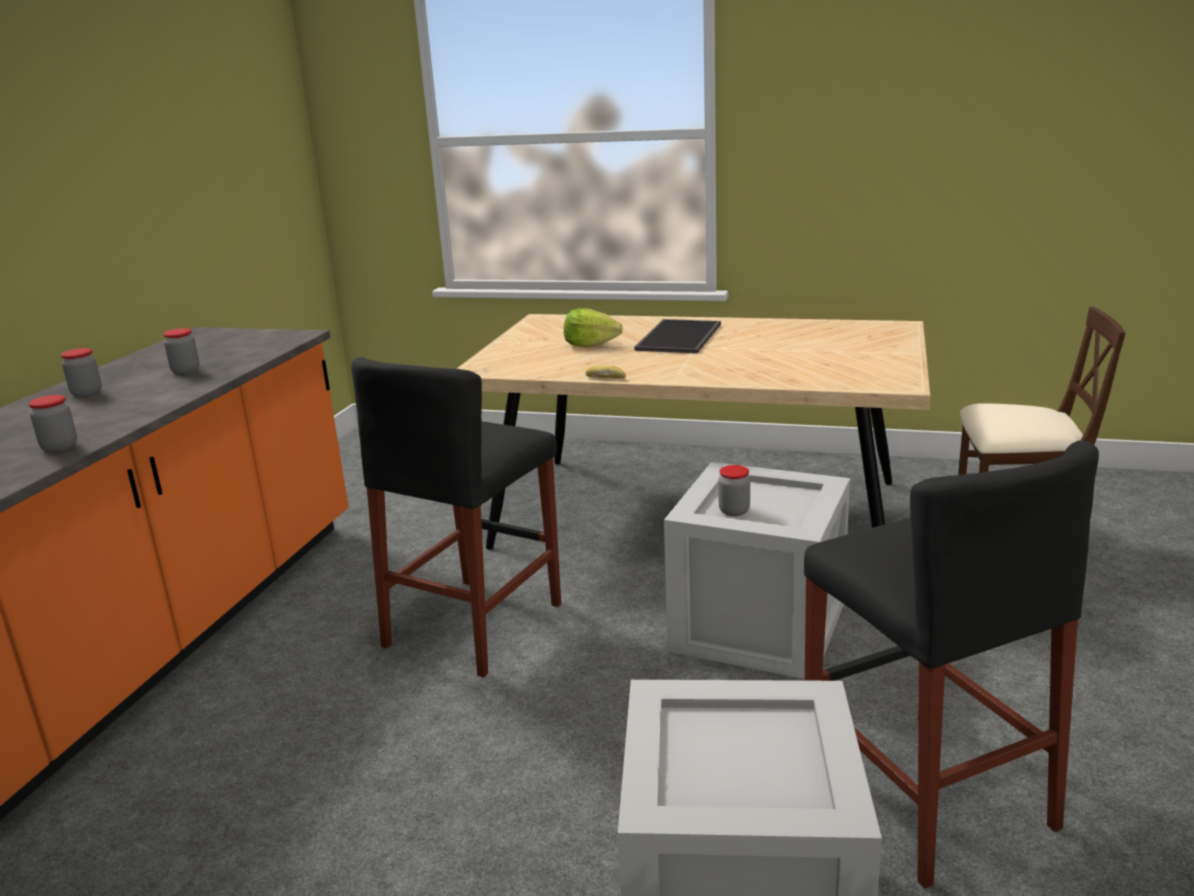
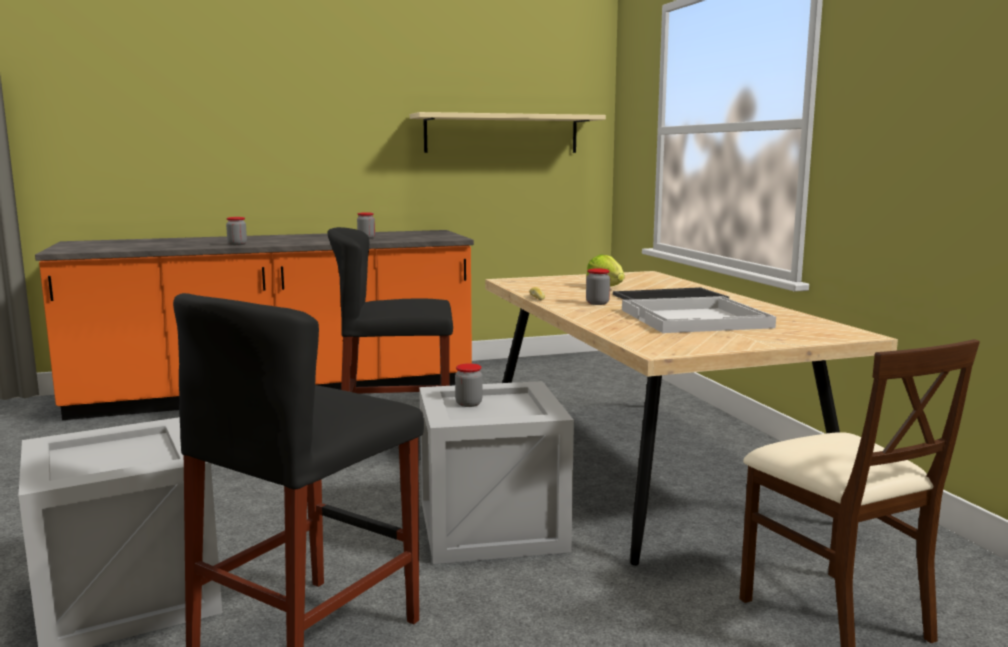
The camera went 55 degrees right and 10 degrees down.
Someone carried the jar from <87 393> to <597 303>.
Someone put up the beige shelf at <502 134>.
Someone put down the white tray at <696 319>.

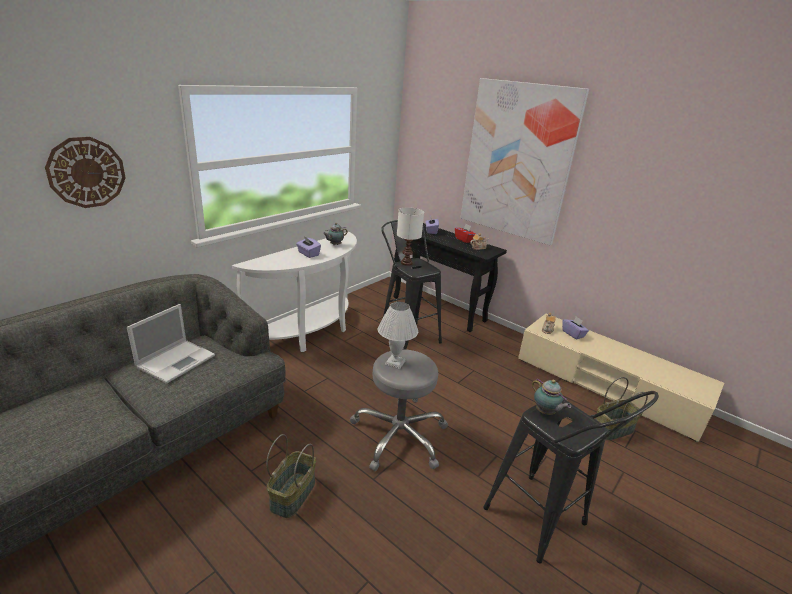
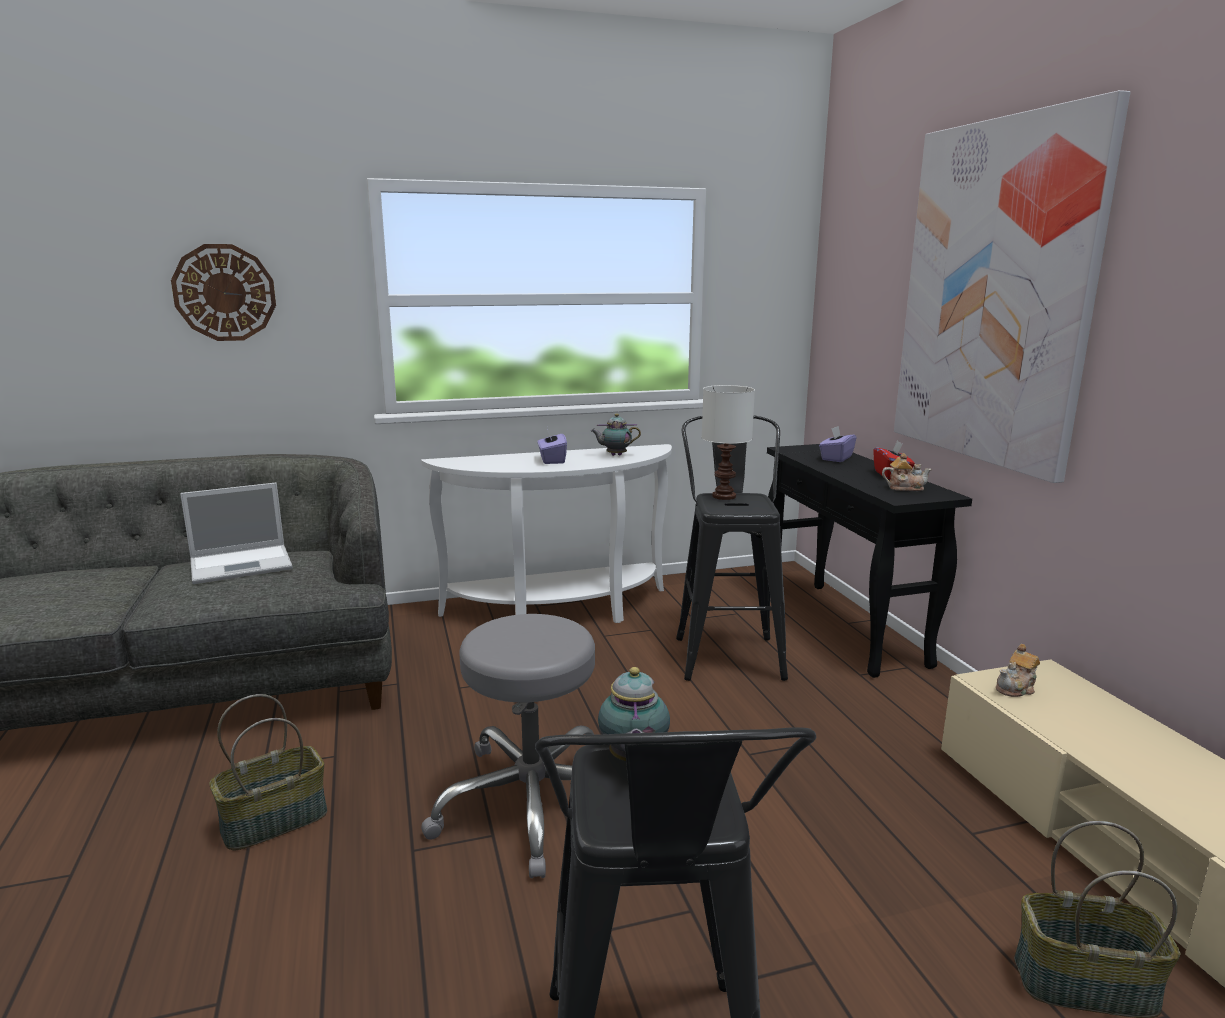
The camera went 35 degrees right and 10 degrees down.
Someone took away the white table lamp at <394 363>.
Someone took away the purple tissue box at <573 334>.

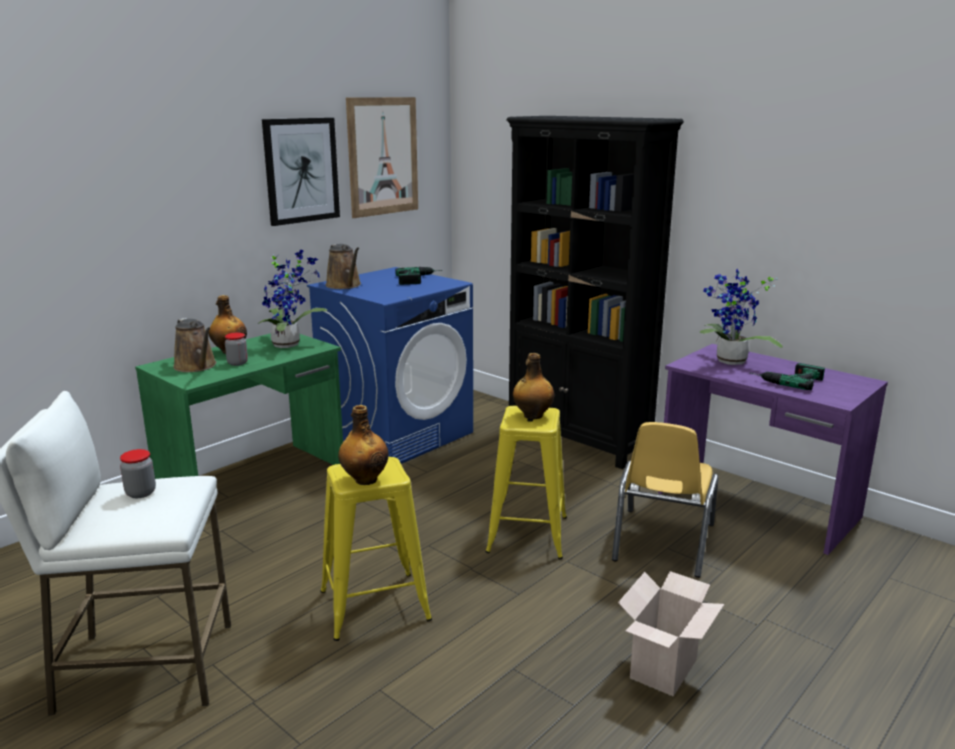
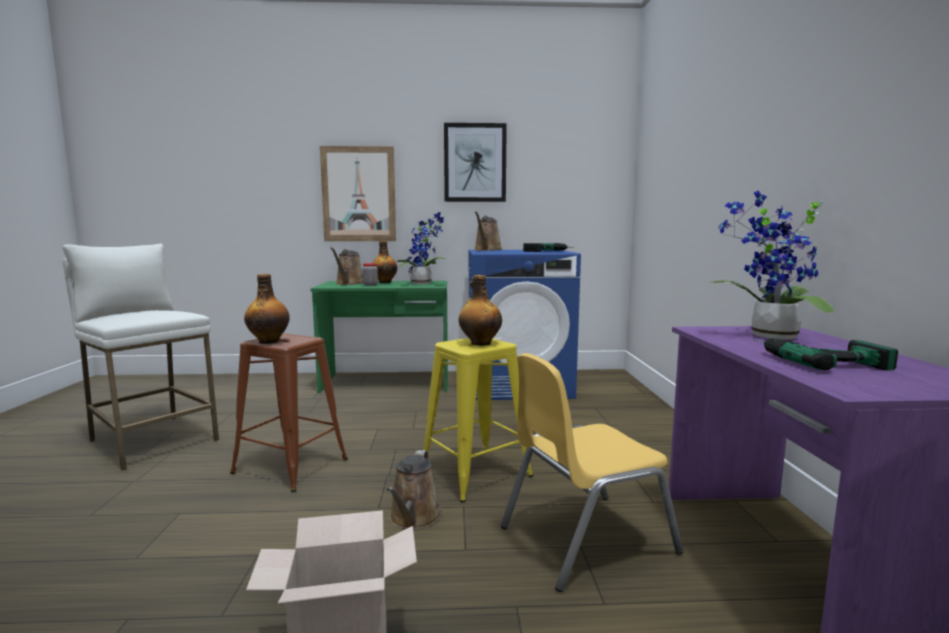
The camera went 45 degrees right and 10 degrees down.
Someone carried the picture from <383 156> to <358 194>.
Someone took away the black bookcase at <578 439>.
Someone took away the jar at <141 493>.
Someone repainted the yellow stool at <374 605>, which became the brown stool at <290 466>.
Someone put down the brown watering can at <413 518>.

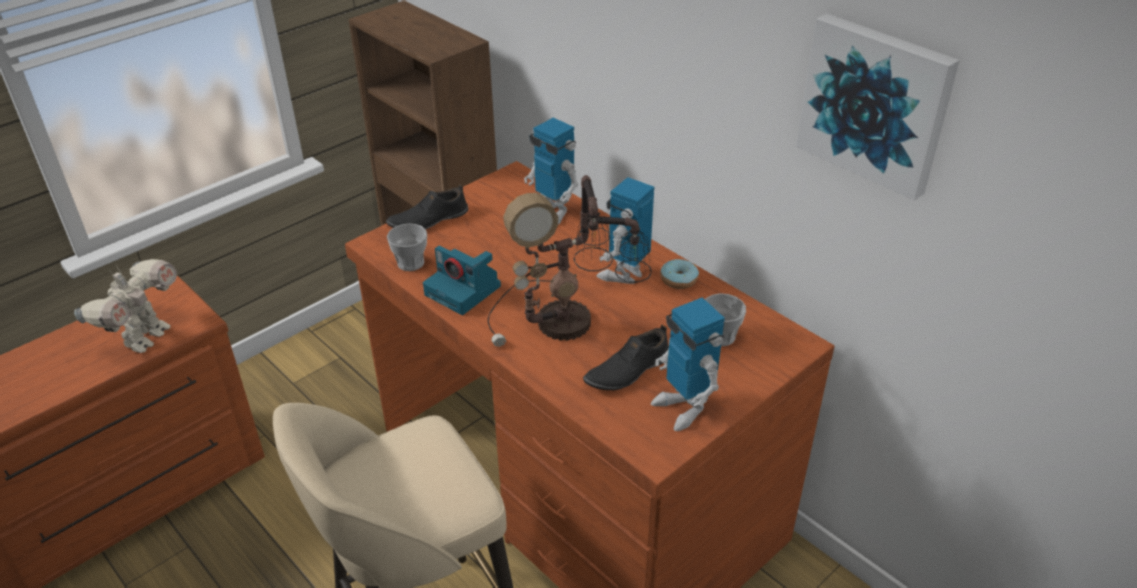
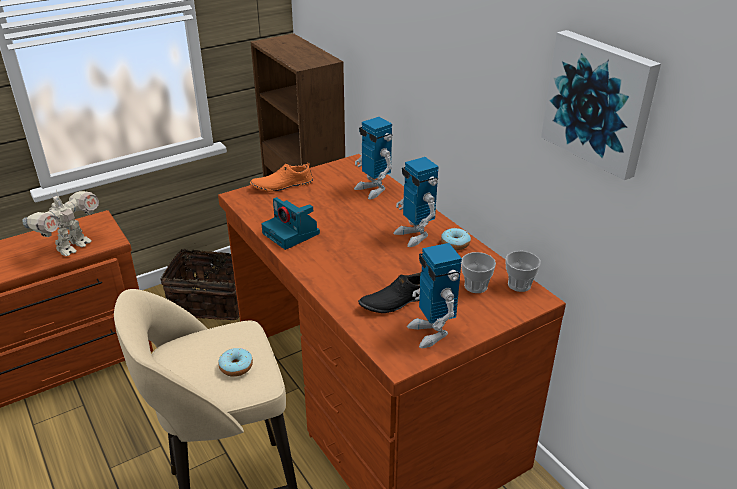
The camera went 10 degrees right and 5 degrees down.
Someone took away the table lamp at <568 324>.
Someone rotated the toy robot at <624 274> by 75 degrees counterclockwise.
Someone repainted the black shoe at <428 220>, which became the orange shoe at <282 185>.
Someone carried the cup from <410 263> to <519 285>.
Someone put down the basket at <211 301>.
Someone put down the donut at <236 367>.

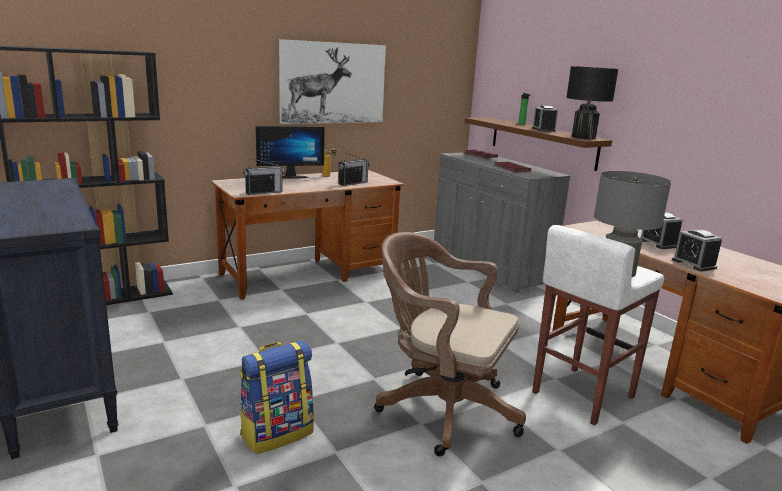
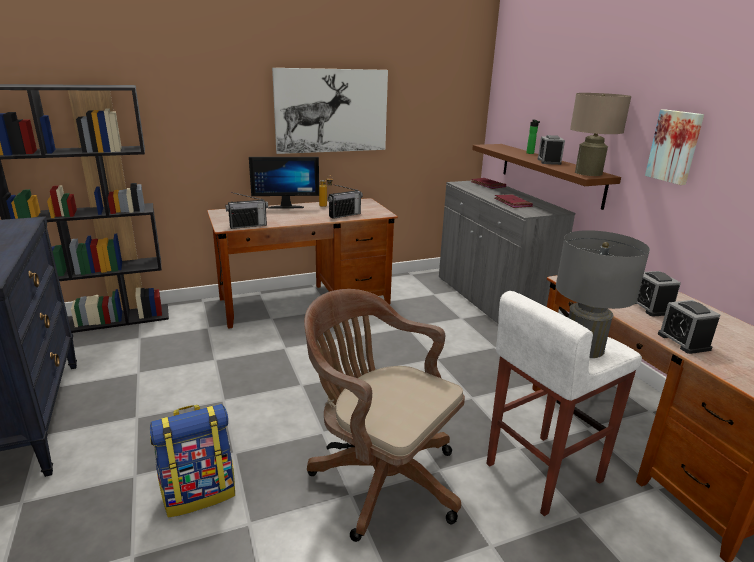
The camera went 10 degrees right and 5 degrees up.
Someone repainted the black table lamp at <583 137>, which became the beige table lamp at <588 173>.
Someone put up the picture at <675 146>.

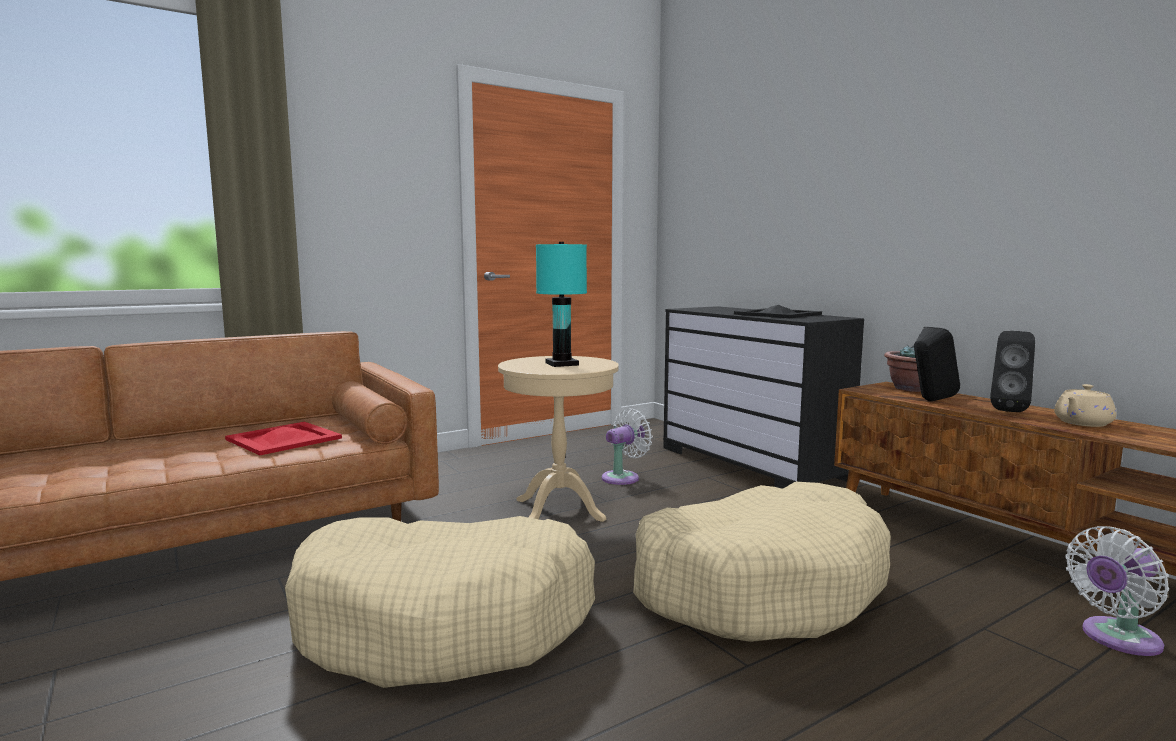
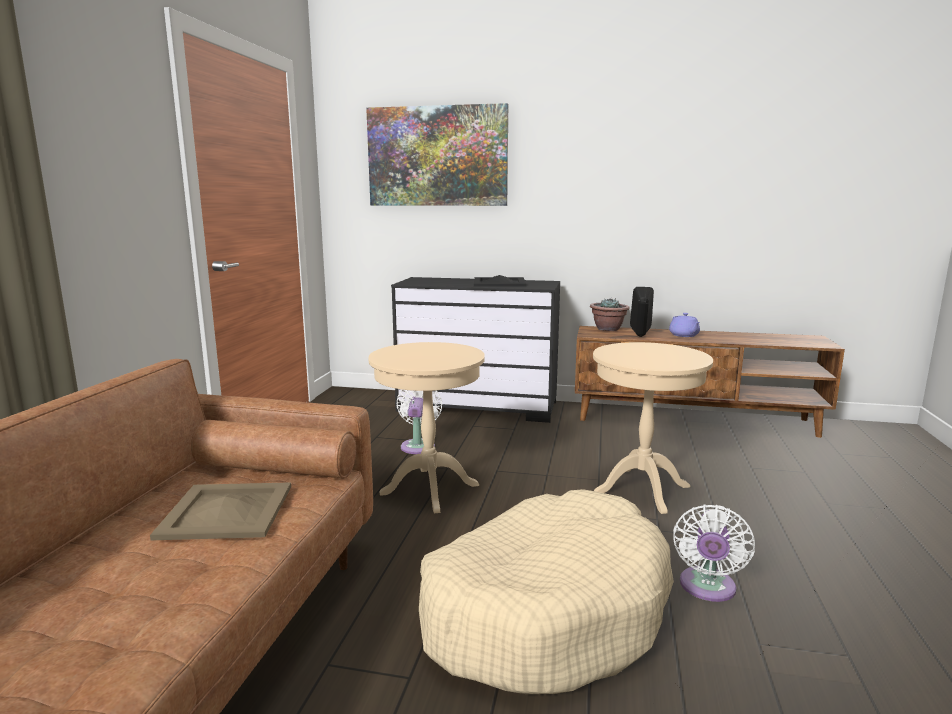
The camera went 45 degrees left and 5 degrees up.
Someone took away the turquoise table lamp at <562 364>.
Someone swapped the black speaker at <1008 410> for the purple teapot at <684 335>.
Someone took away the beige teapot at <1082 423>.
Someone repainted the red tray at <283 439>, which became the beige tray at <227 511>.
Someone swapped the beige dog bed at <758 586> for the beige side table at <642 489>.
Someone carried the white fan from <1116 639> to <707 588>.
Someone put up the picture at <437 156>.

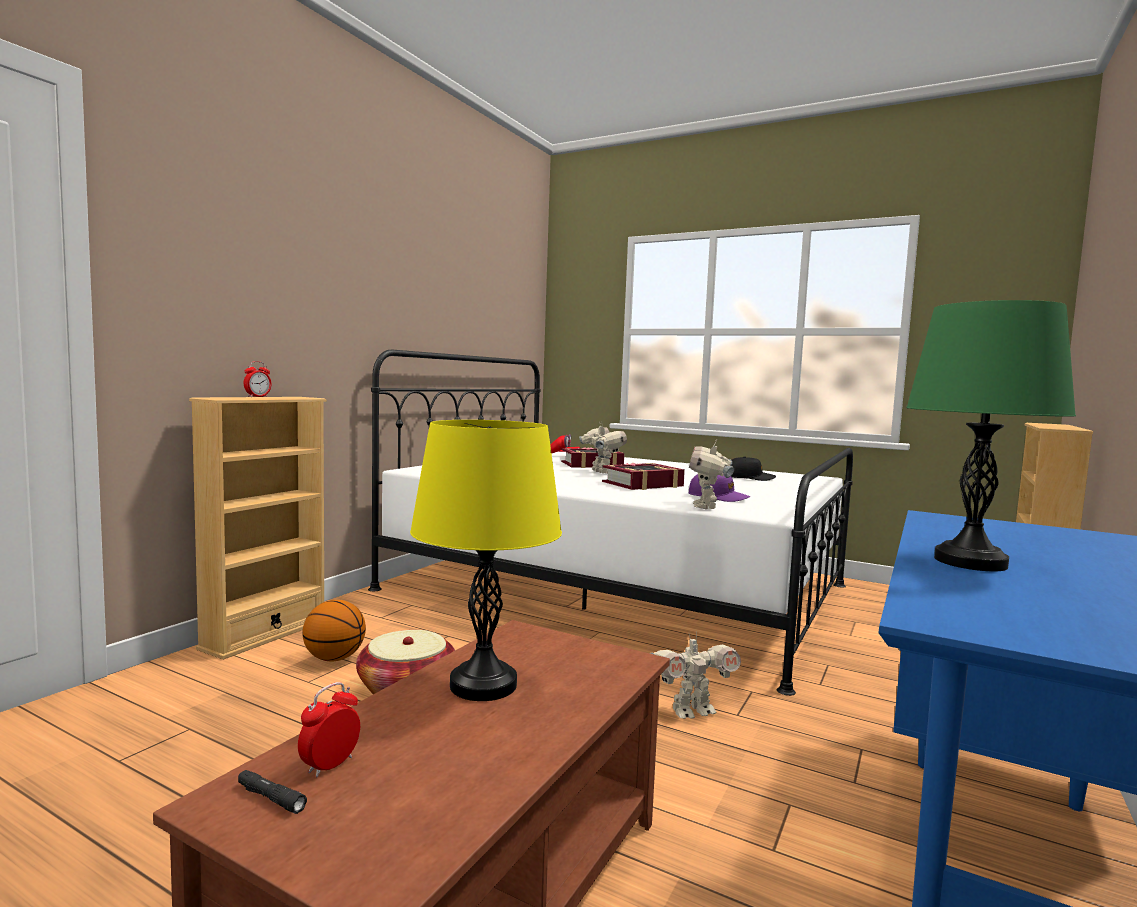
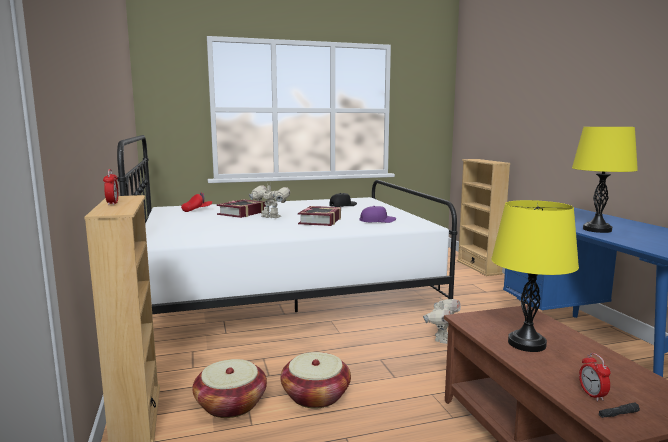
The camera went 45 degrees left and 5 degrees up.
Someone repainted the green table lamp at <970 562>, which became the yellow table lamp at <597 230>.
Someone took away the toy robot at <707 507>.
Someone swapped the basketball at <334 658> for the basket at <231 404>.

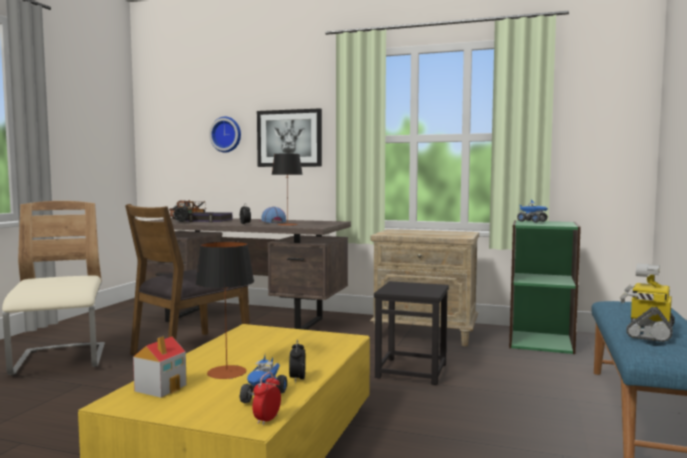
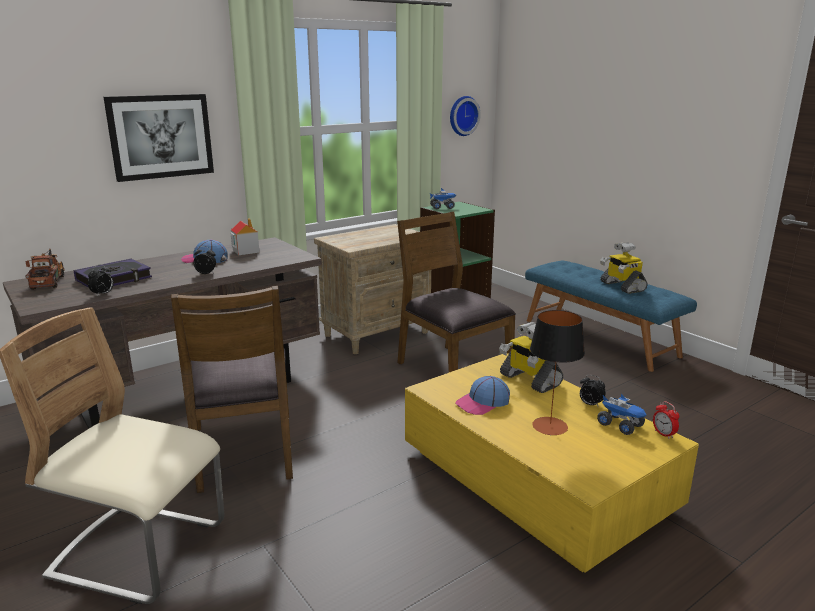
The camera went 55 degrees left and 15 degrees up.
Someone carried the wall clock from <226 134> to <462 115>.
Someone took away the table lamp at <287 224>.
Someone swapped the black stool at <411 370> for the brown chair at <451 370>.
Someone carried the toy house from <161 388> to <245 251>.
Someone put down the toy robot at <529 380>.
Someone put down the cap at <483 403>.

